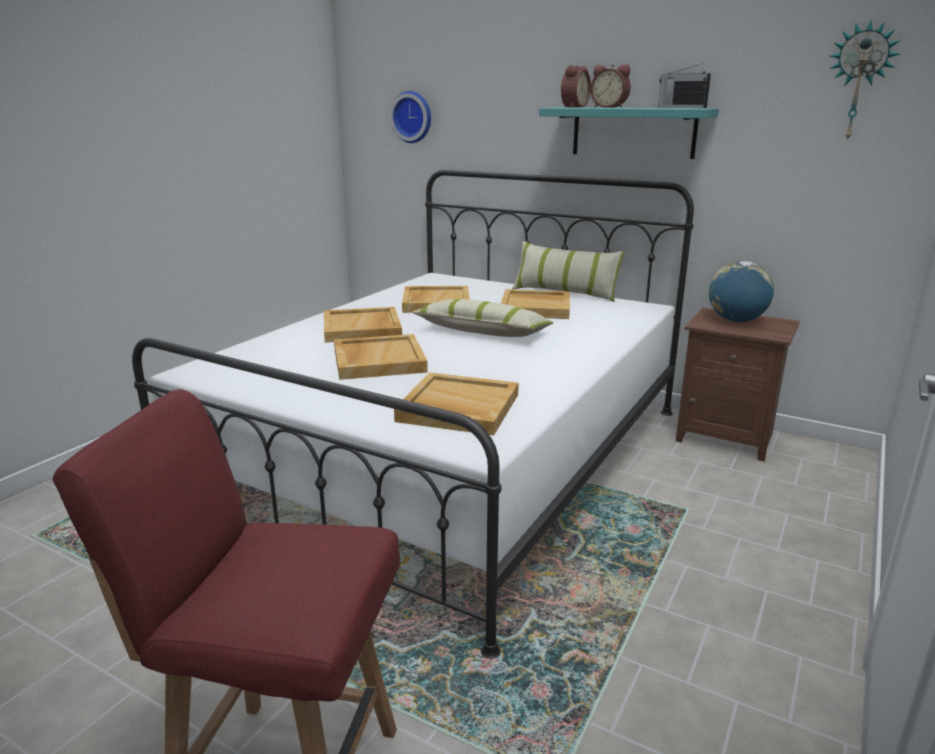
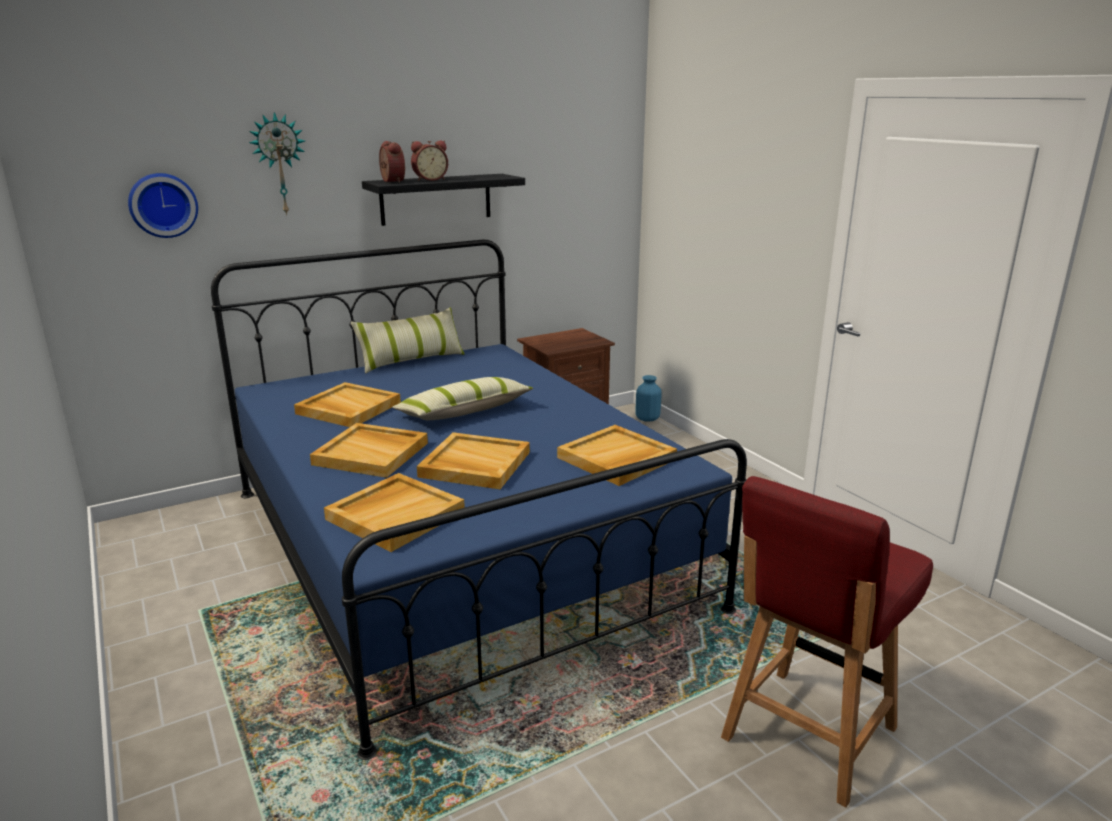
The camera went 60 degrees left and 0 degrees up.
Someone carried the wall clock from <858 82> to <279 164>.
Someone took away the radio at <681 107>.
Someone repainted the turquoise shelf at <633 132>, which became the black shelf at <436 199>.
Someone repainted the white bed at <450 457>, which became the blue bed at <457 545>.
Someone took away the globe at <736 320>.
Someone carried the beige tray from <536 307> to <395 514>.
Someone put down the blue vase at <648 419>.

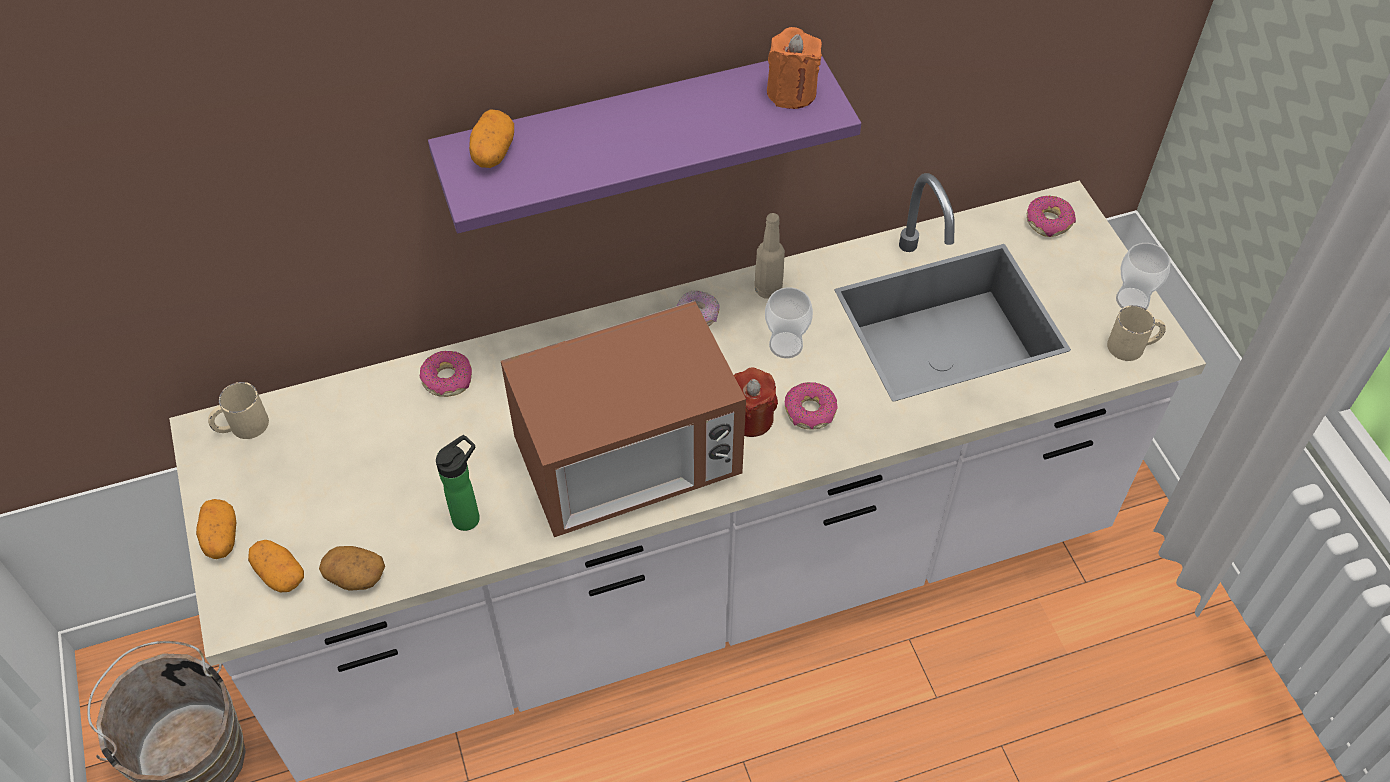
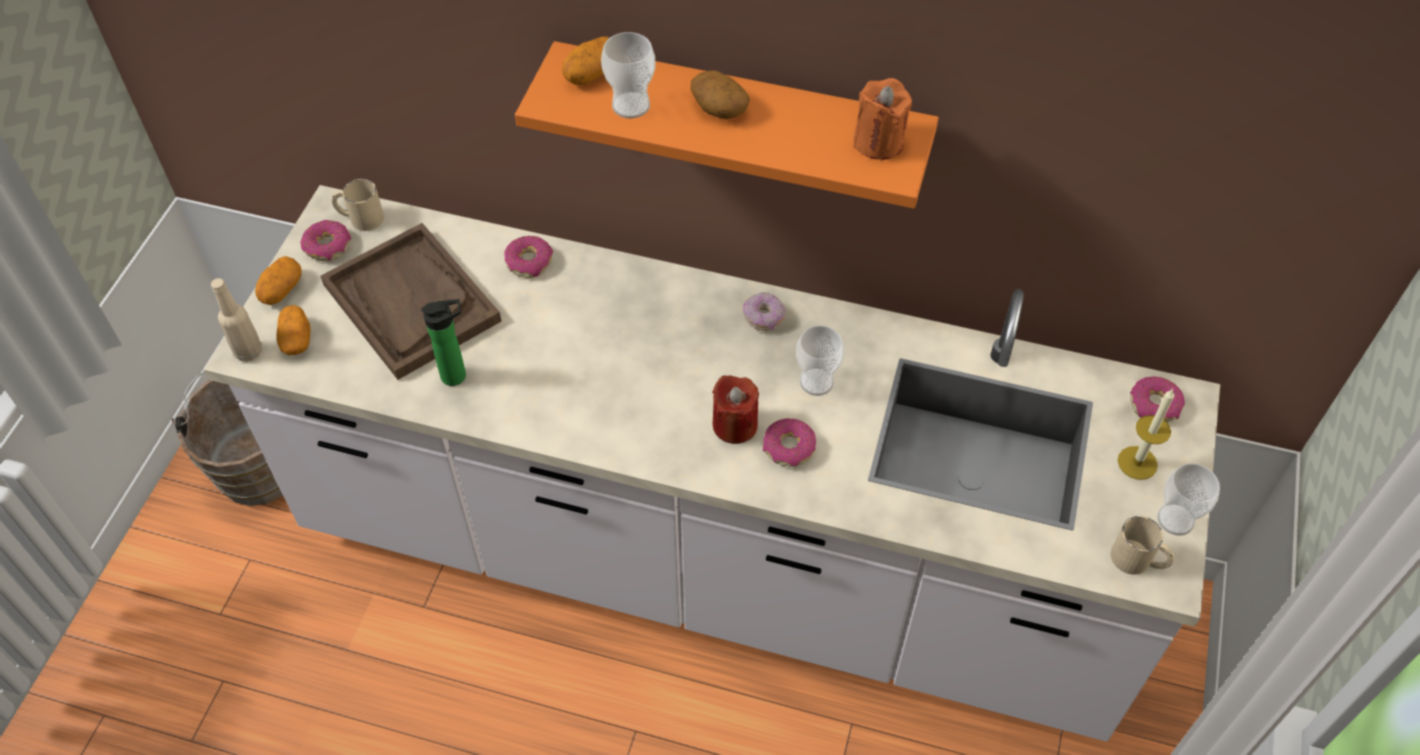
The camera went 35 degrees right and 0 degrees up.
Someone repainted the purple shelf at <630 135>, which became the orange shelf at <740 120>.
Someone carried the beige bottle from <768 289> to <248 352>.
Someone took away the microwave at <628 463>.
Someone carried the potato from <355 576> to <718 108>.
Someone put down the cup at <631 105>.
Someone put down the donut at <328 247>.
Someone put down the brown tray at <411 303>.
Someone put down the candle at <1137 463>.

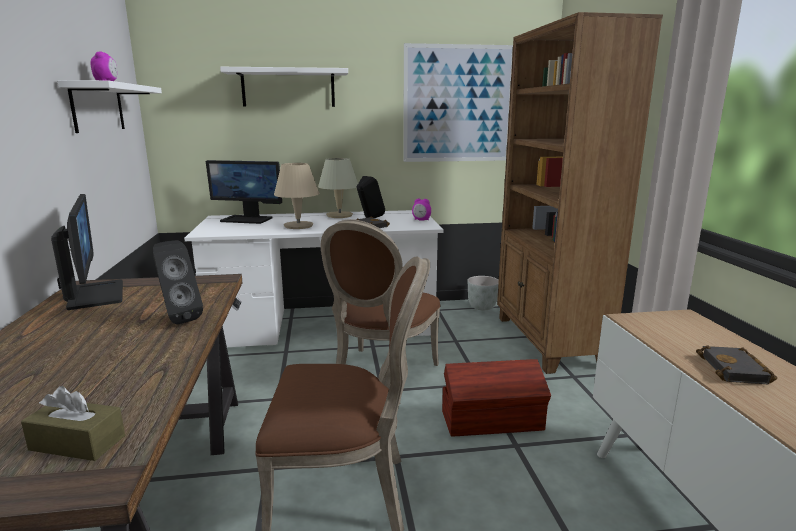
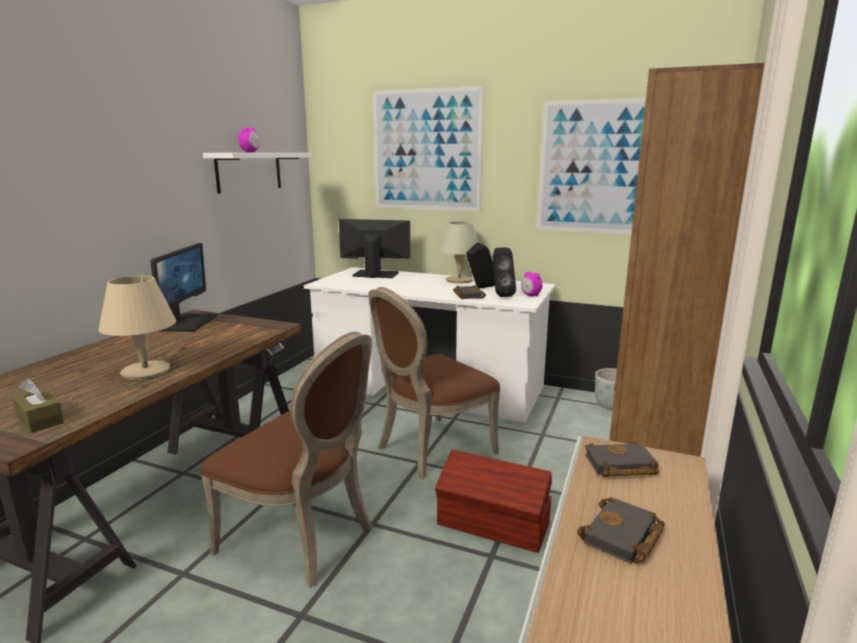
The camera went 30 degrees right and 0 degrees up.
Someone swapped the white shelf at <288 88> for the picture at <426 150>.
Someone rotated the monitor at <247 219> by 150 degrees clockwise.
Someone carried the beige table lamp from <298 226> to <145 372>.
Someone carried the black speaker from <178 318> to <500 295>.
Someone put down the black book at <619 466>.

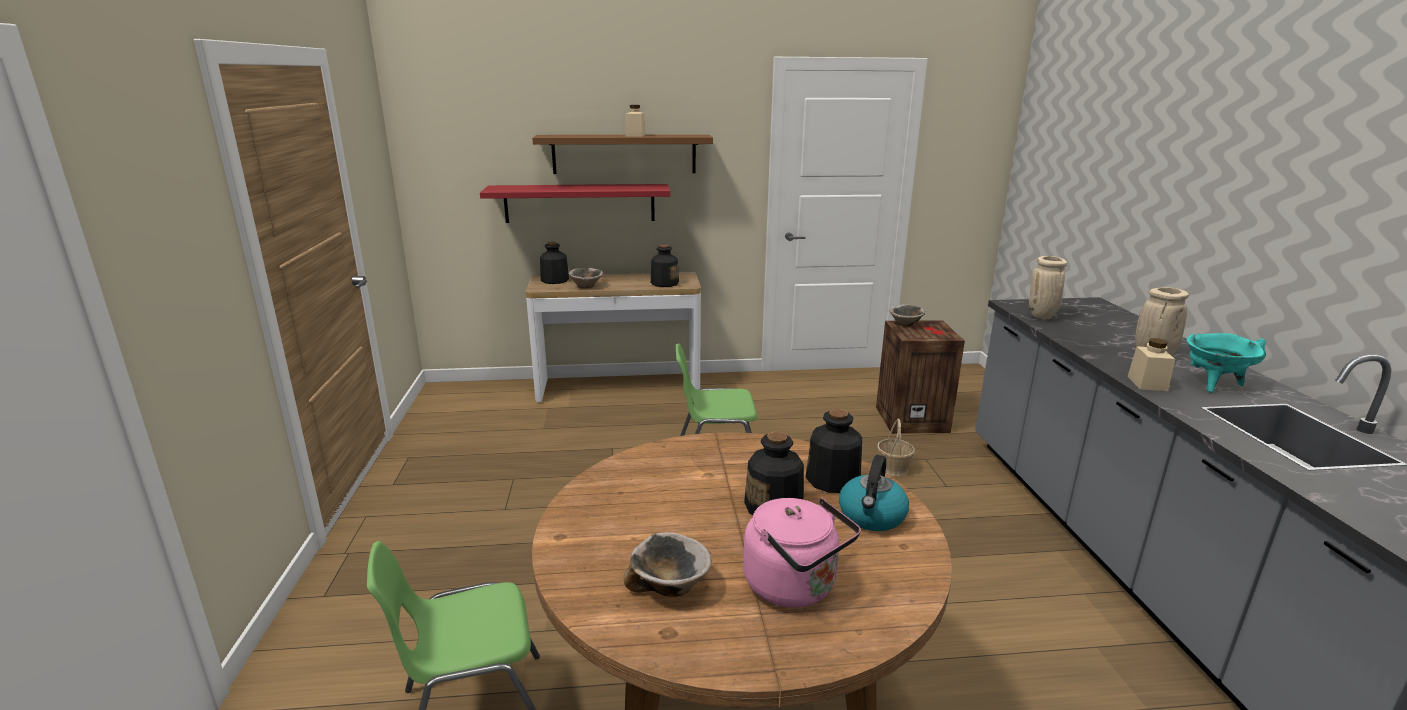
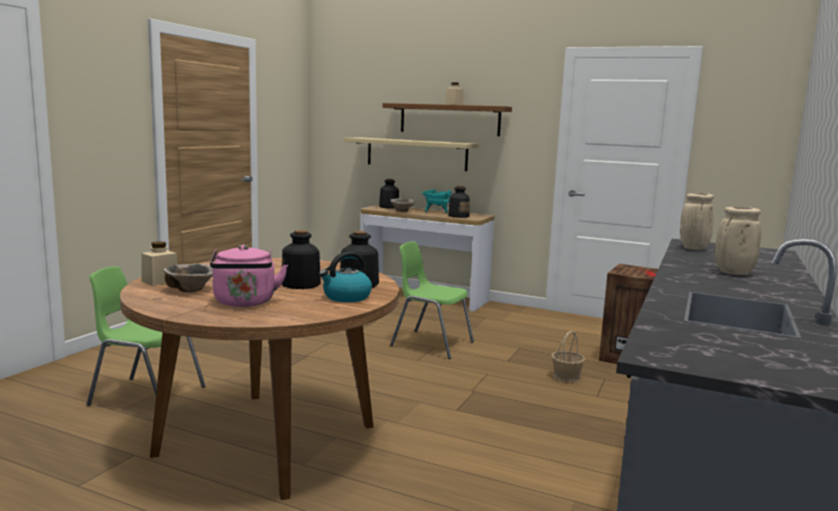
The camera went 30 degrees right and 10 degrees down.
Someone repainted the red shelf at <580 203>, which became the beige shelf at <416 154>.
Someone took away the bowl at <905 324>.
Someone carried the turquoise cooking pot from <1213 384> to <436 212>.
Someone carried the beige jar from <1147 383> to <160 281>.

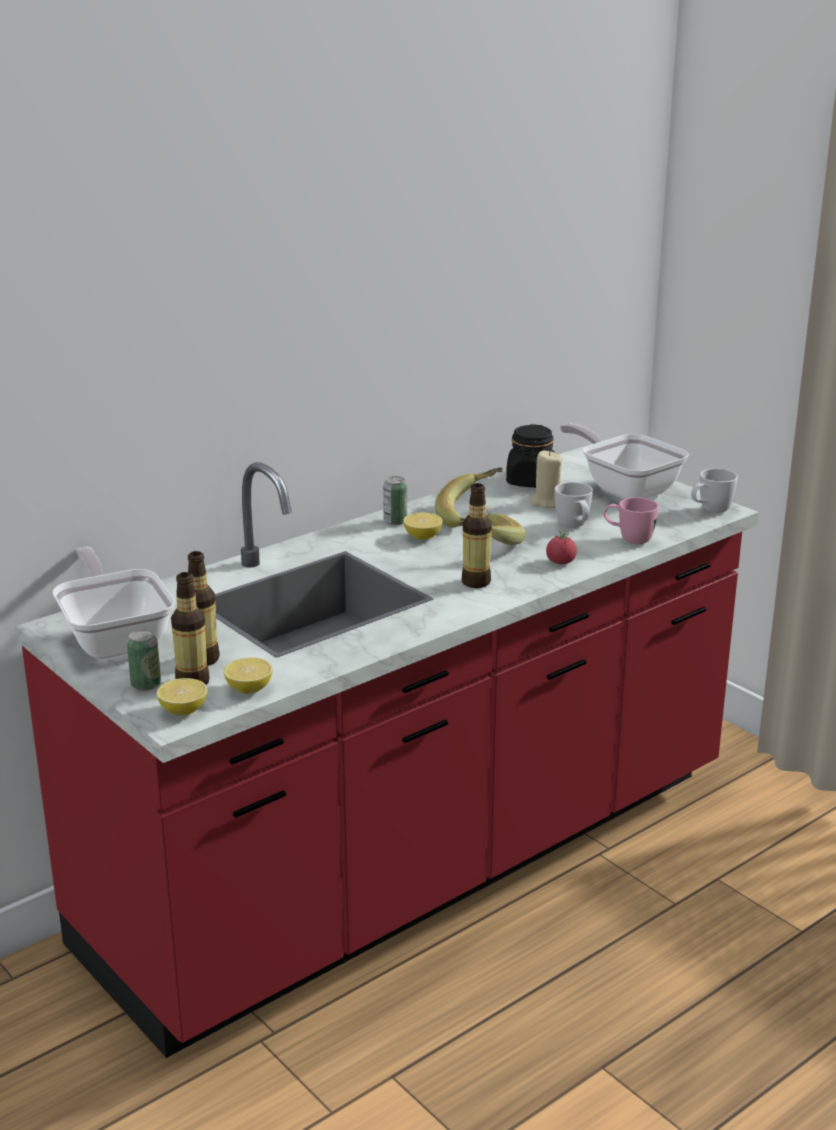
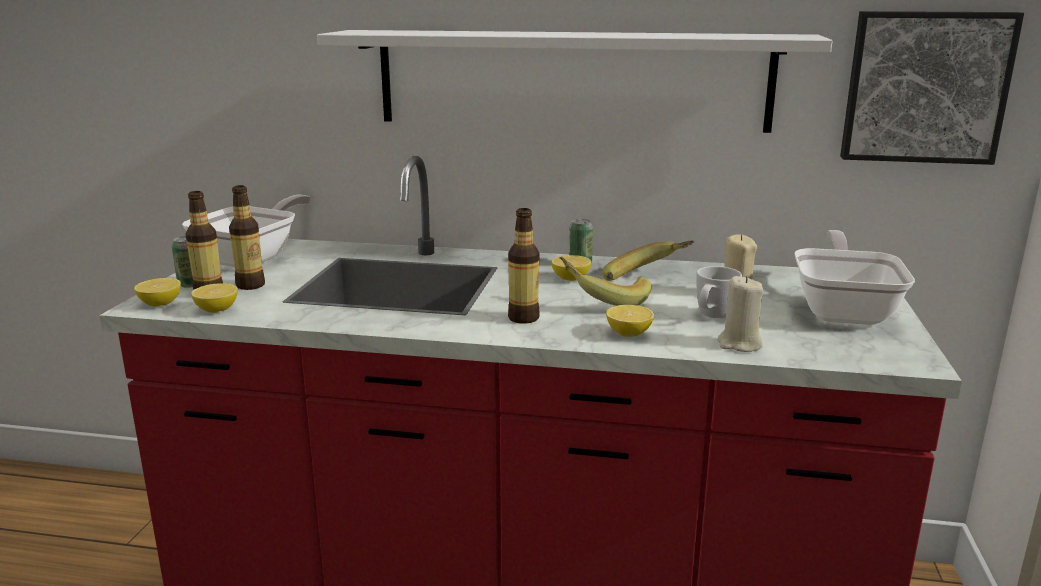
The camera went 50 degrees right and 5 degrees down.
Someone took away the black jar at <531 481>.
Someone took away the white mug at <710 511>.
Someone swapped the pink mug at <628 539> for the beige candle at <739 344>.
Someone swapped the tomato at <561 562> for the lemon at <629 334>.
Someone put up the picture at <924 87>.
Someone put up the white shelf at <571 80>.

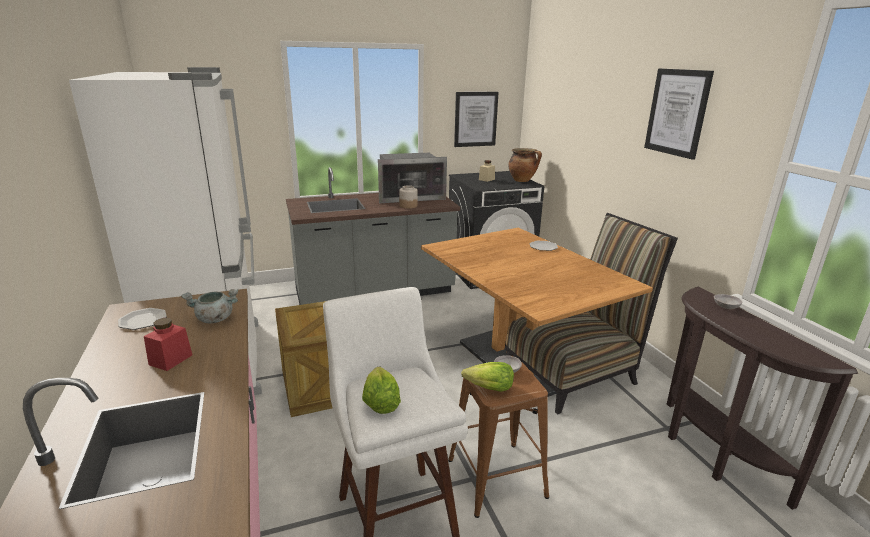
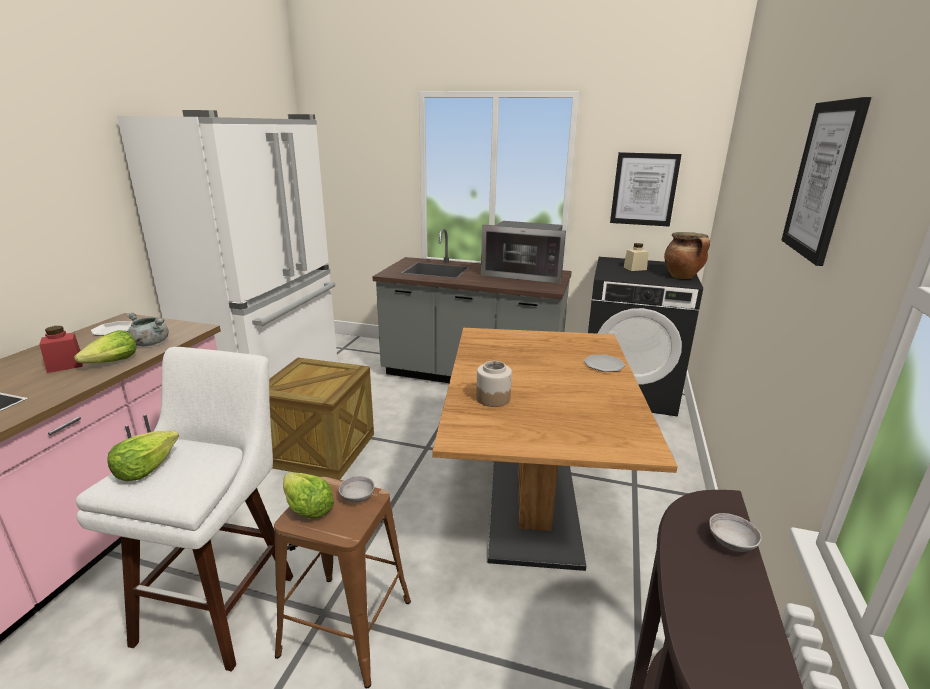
The camera went 35 degrees right and 0 degrees up.
Someone carried the jar from <408 206> to <493 398>.
Someone took away the chair at <574 372>.
Someone put down the lettuce at <113 362>.

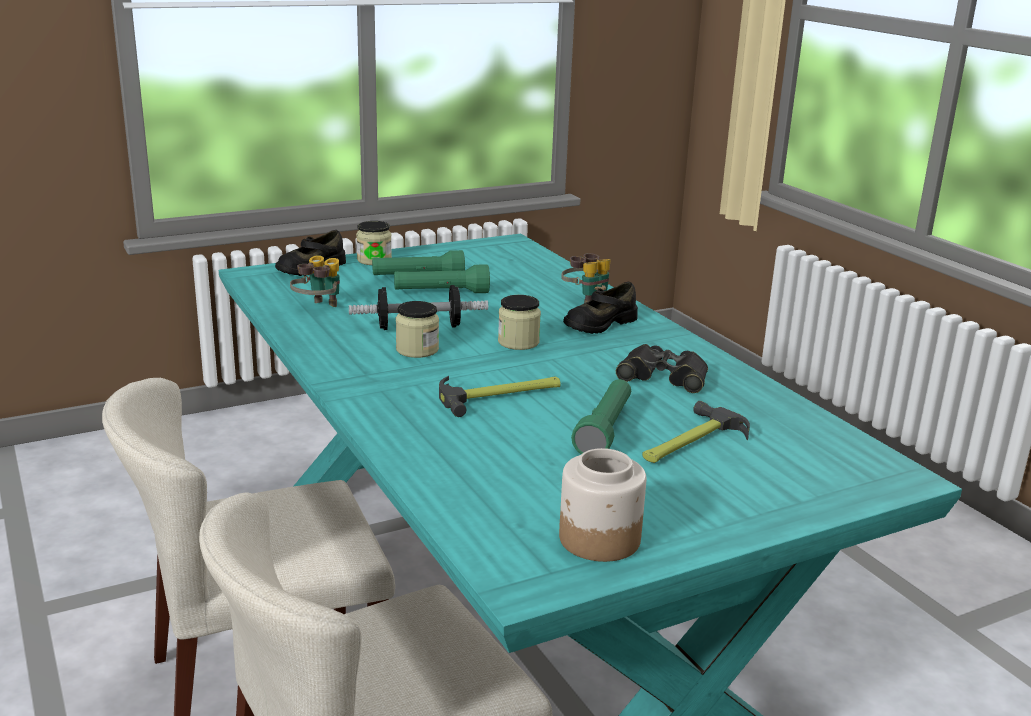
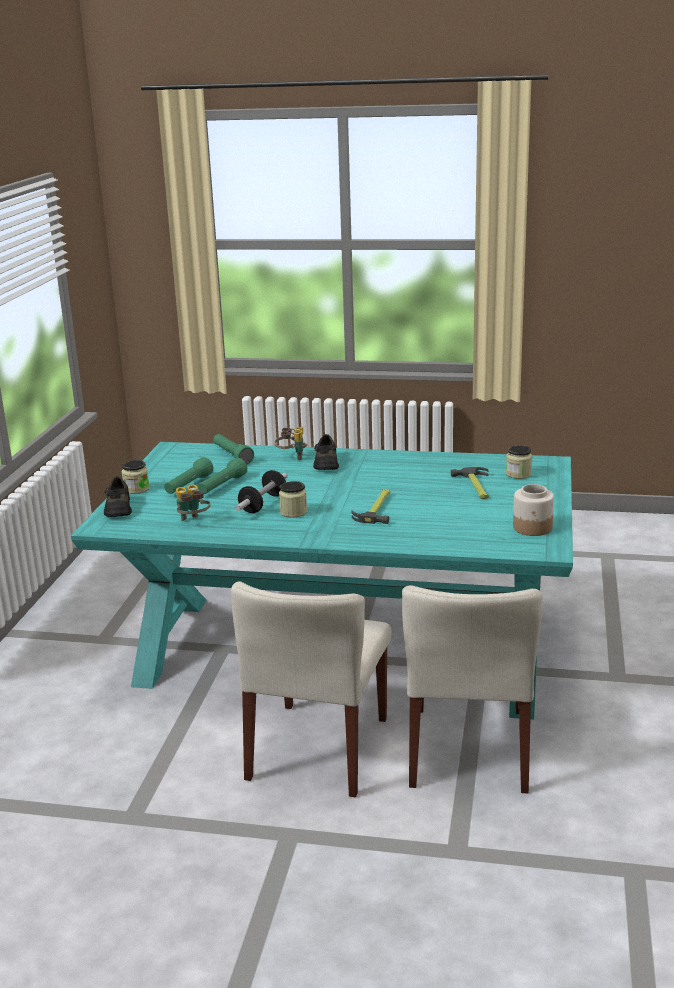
The camera went 50 degrees left and 0 degrees up.
Someone carried the jar from <518 342> to <518 474>.
Someone took away the black binoculars at <663 377>.
Someone carried the green flashlight from <605 430> to <232 455>.

